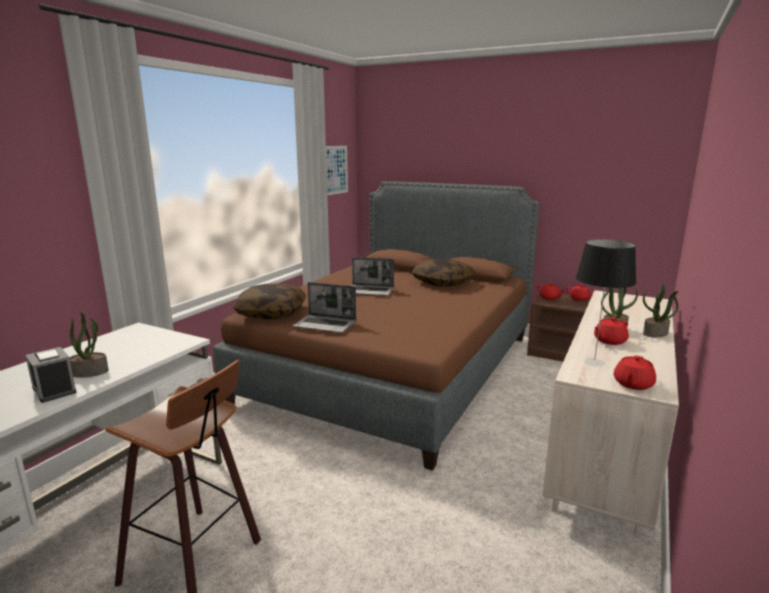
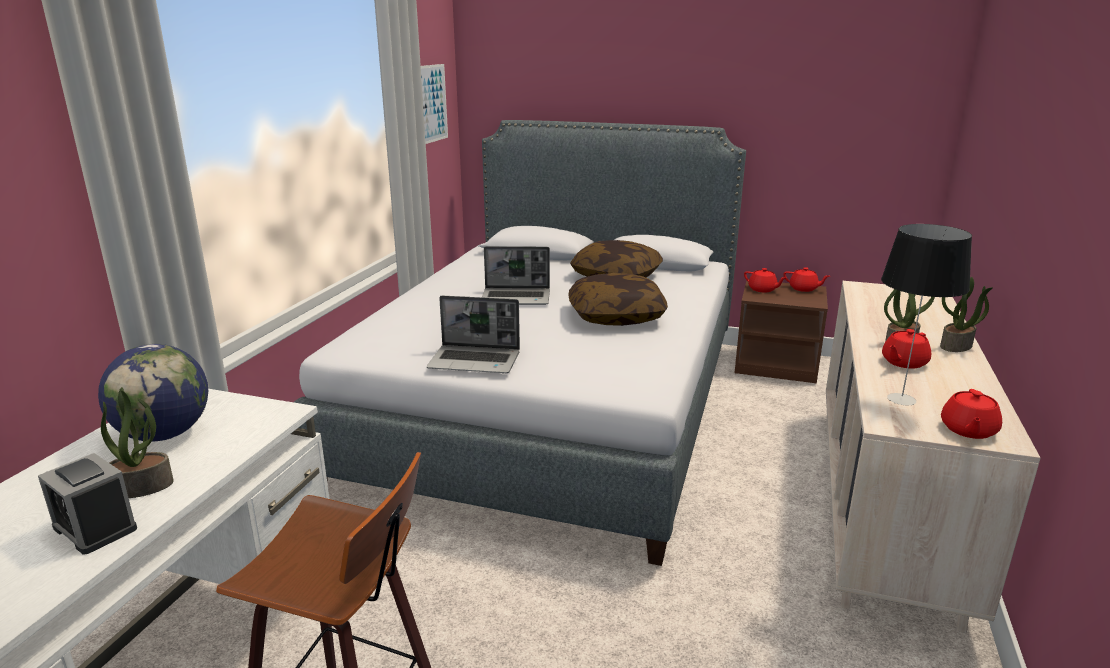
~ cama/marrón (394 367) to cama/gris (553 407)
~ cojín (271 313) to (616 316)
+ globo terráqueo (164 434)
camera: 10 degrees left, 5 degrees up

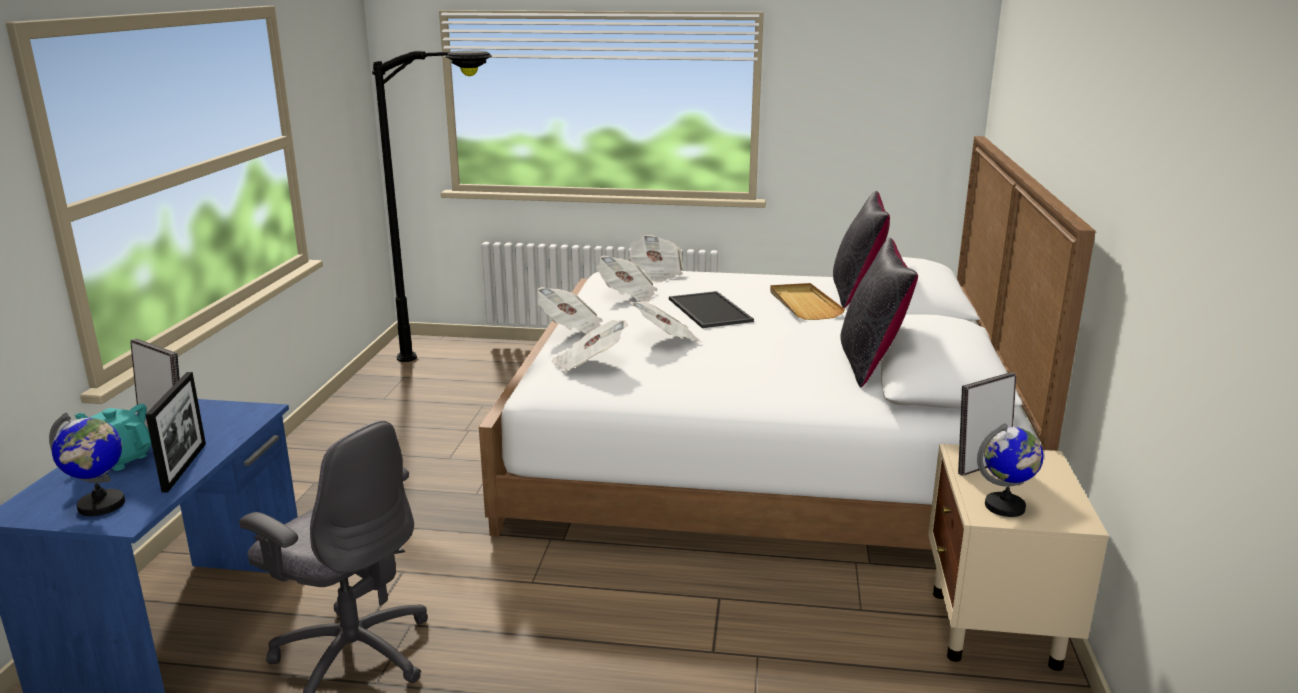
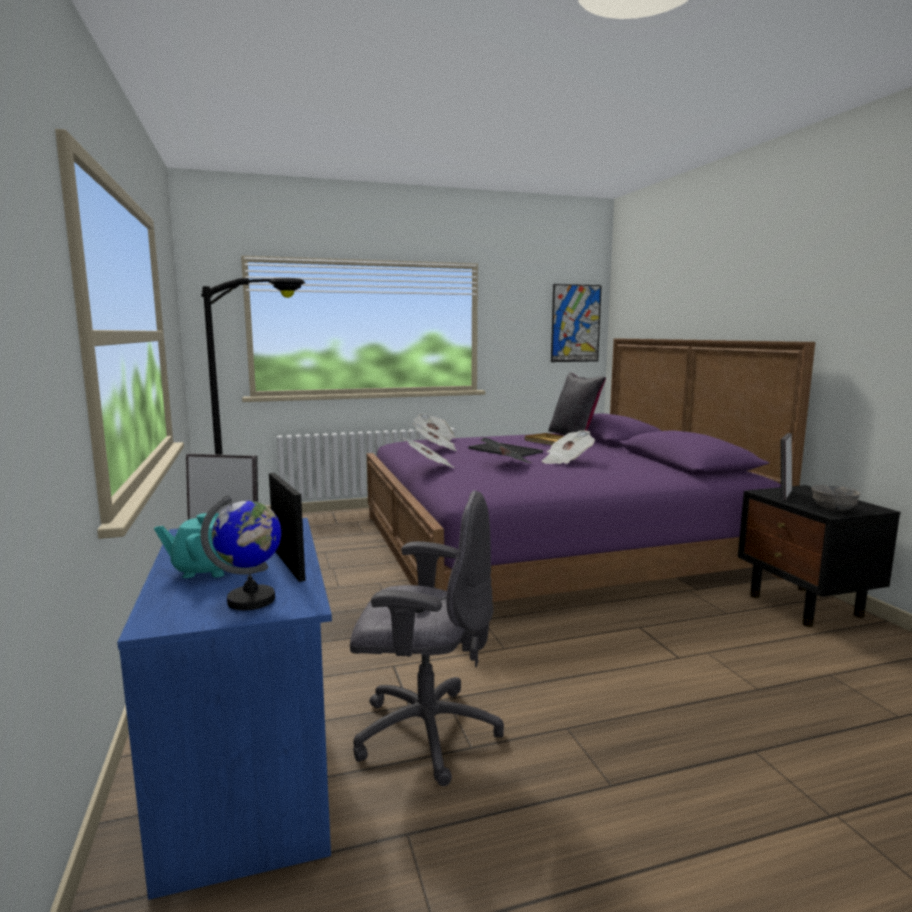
~ cama/blanco (760 445) to cama/morado (549 543)
- cojín/negro (871 362)
~ periódico (588 364) to (566 461)
~ globo terráqueo (1005 507) to cuenco/gris (832 509)
~ mesita de noche/beis (995 630) to mesita de noche/negro (806 606)
+ cuadro (575 323)
camera: 25 degrees left, 10 degrees down

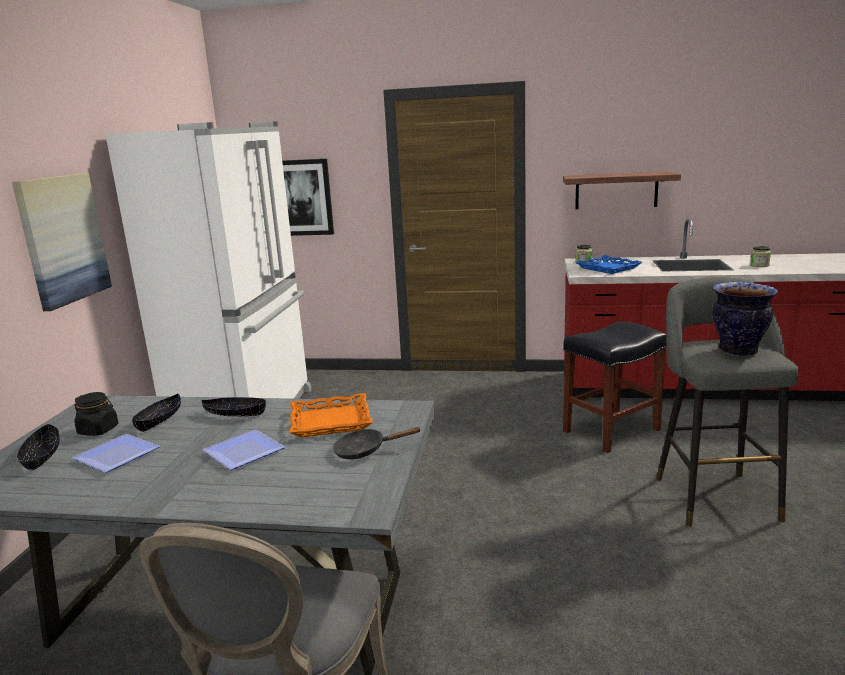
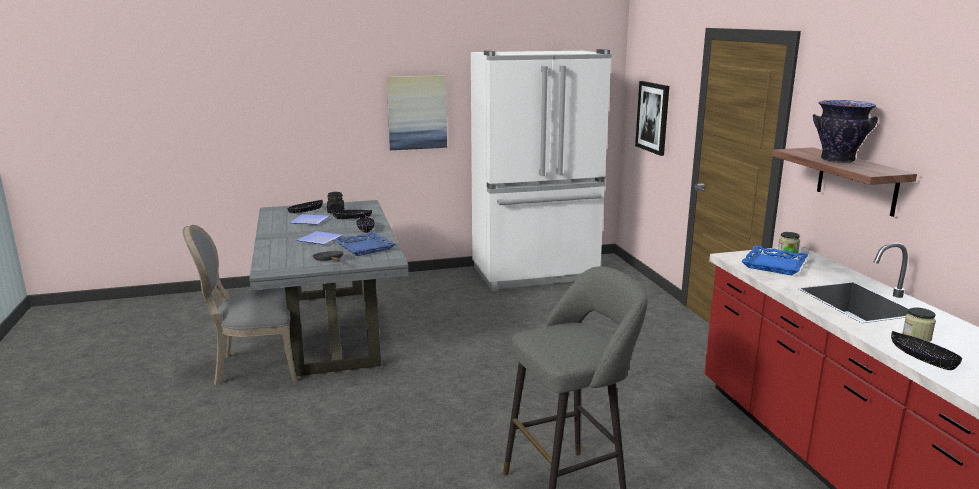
~ florero (738 351) to (837 160)
- taburete/negro (611 430)
~ bandeja/naranja (330 421) to bandeja/azul (364 248)
+ cuenco/negro (922 358)
camera: 65 degrees right, 0 degrees up

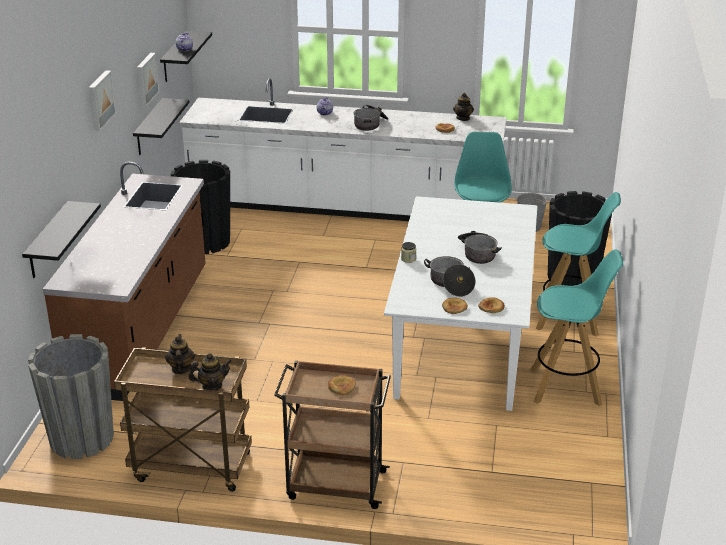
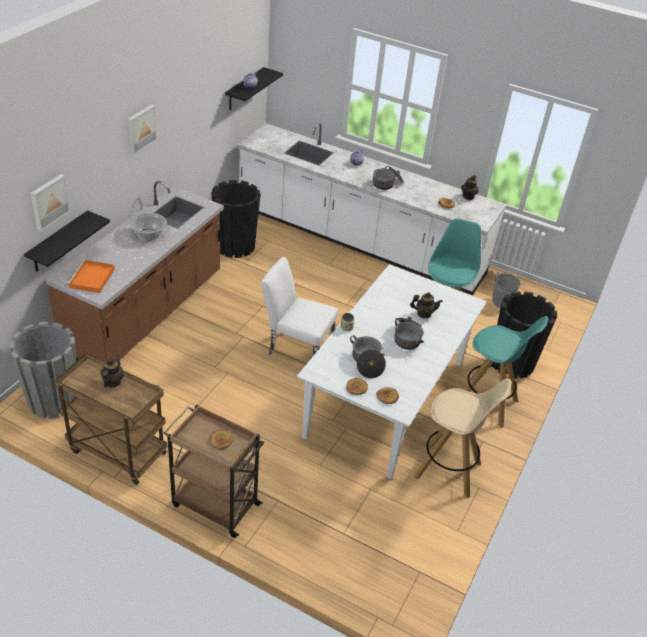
~ cuadro (145 79) to (49 201)
- estante/negro (149 127)
~ taburete/turquesa (566 387) to taburete/beis (448 470)
~ tetera (211 386) to (424 314)
+ olla (148 234)
+ silla/blanco (295 349)
+ bandeja/naranja (92 278)
camera: 15 degrees right, 10 degrees up

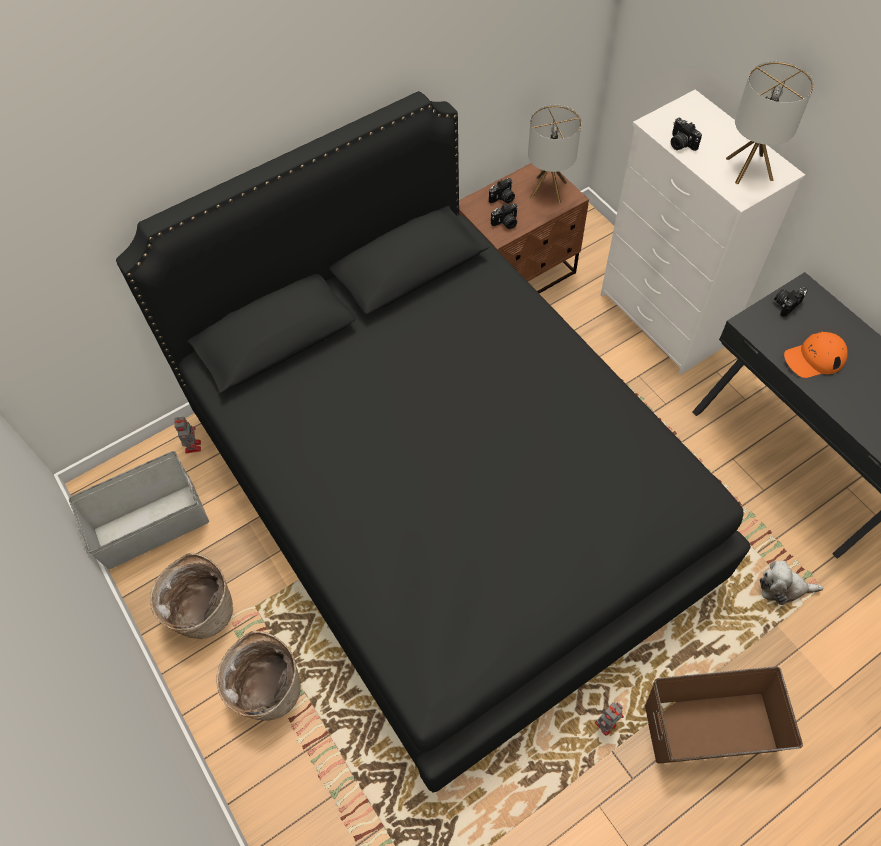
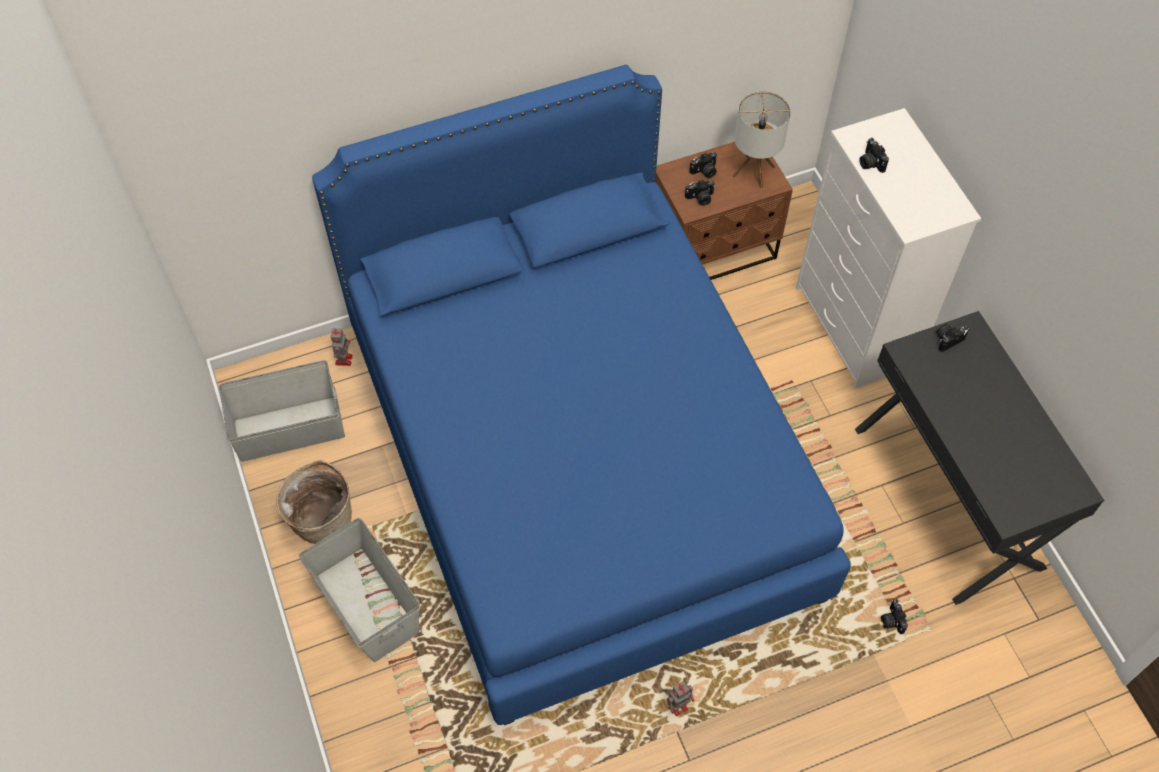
- lámpara de mesa (749 169)
~ cama/negro (443 495) to cama/azul (578 460)
- gorra/naranja (814 358)
~ peluche (783 587) to cámara (891 620)
~ cesta (267 688) to caja de almacenaje/gris (368 603)
- caja de almacenaje/marrón (709 727)
camera: 10 degrees right, 0 degrees up

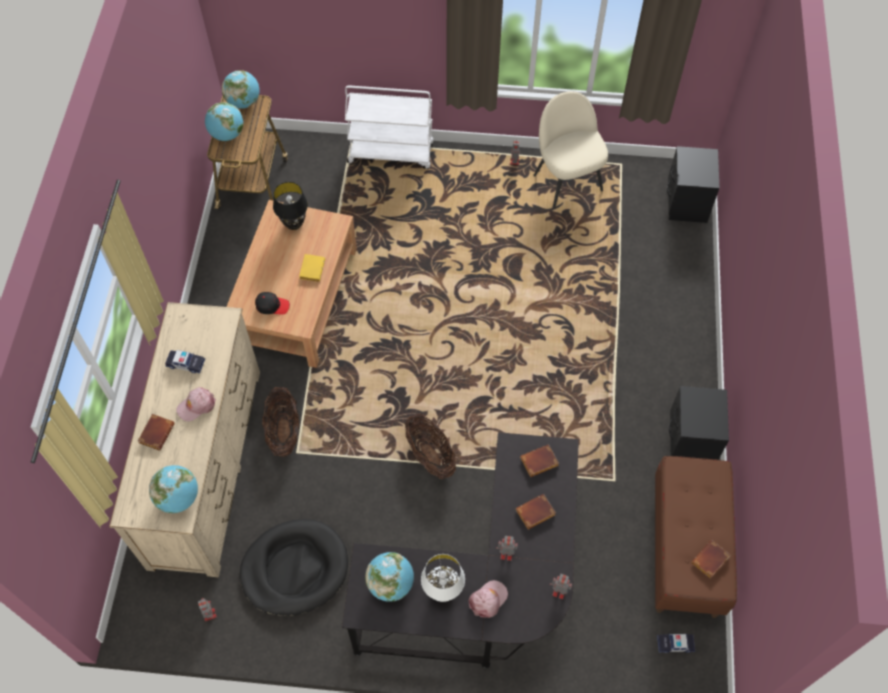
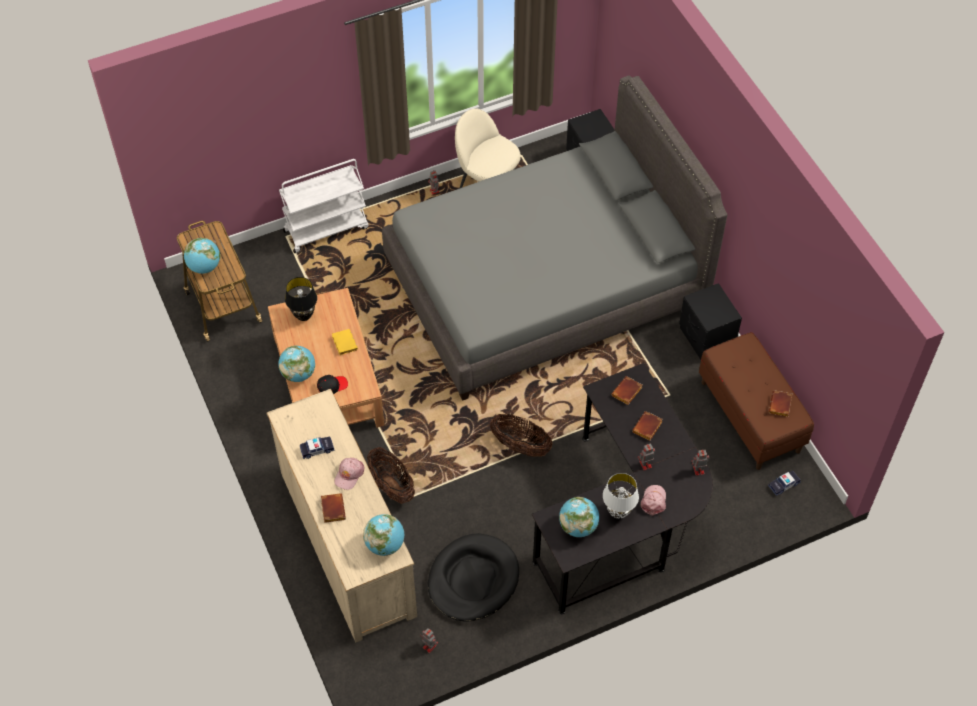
~ globo terráqueo (243 102) to (298 374)
+ cama/gris (544 284)
camera: 30 degrees left, 5 degrees down

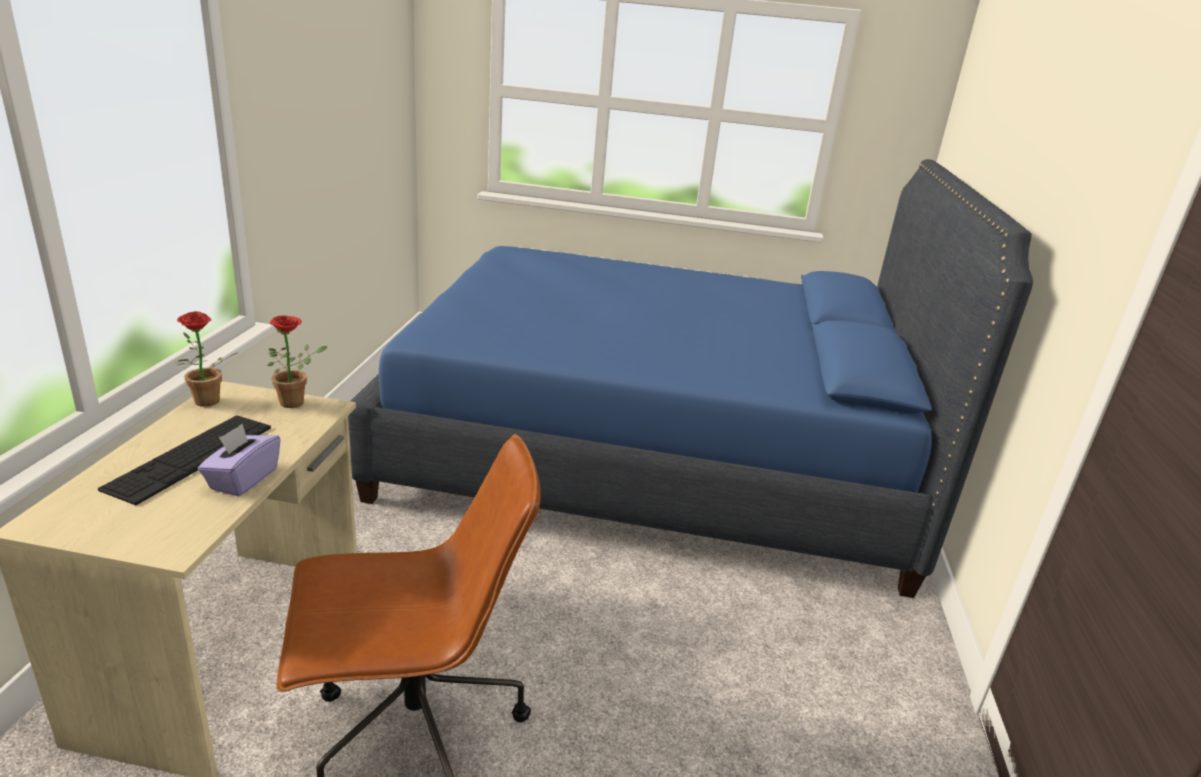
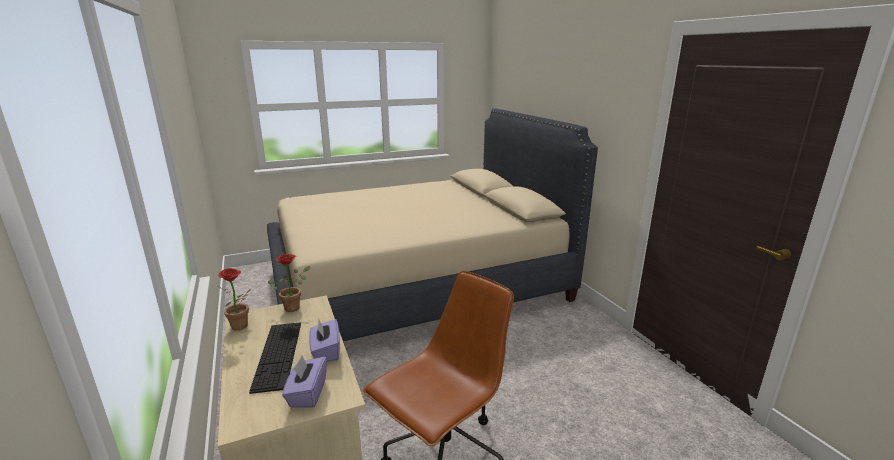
~ cama/azul (650 451) to cama/beis (417 284)
+ caja de pañuelos/morado (307 394)
camera: 30 degrees left, 5 degrees down

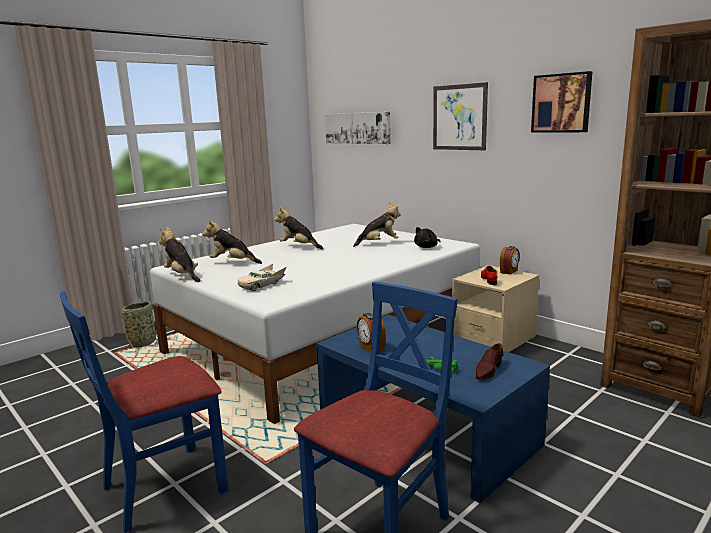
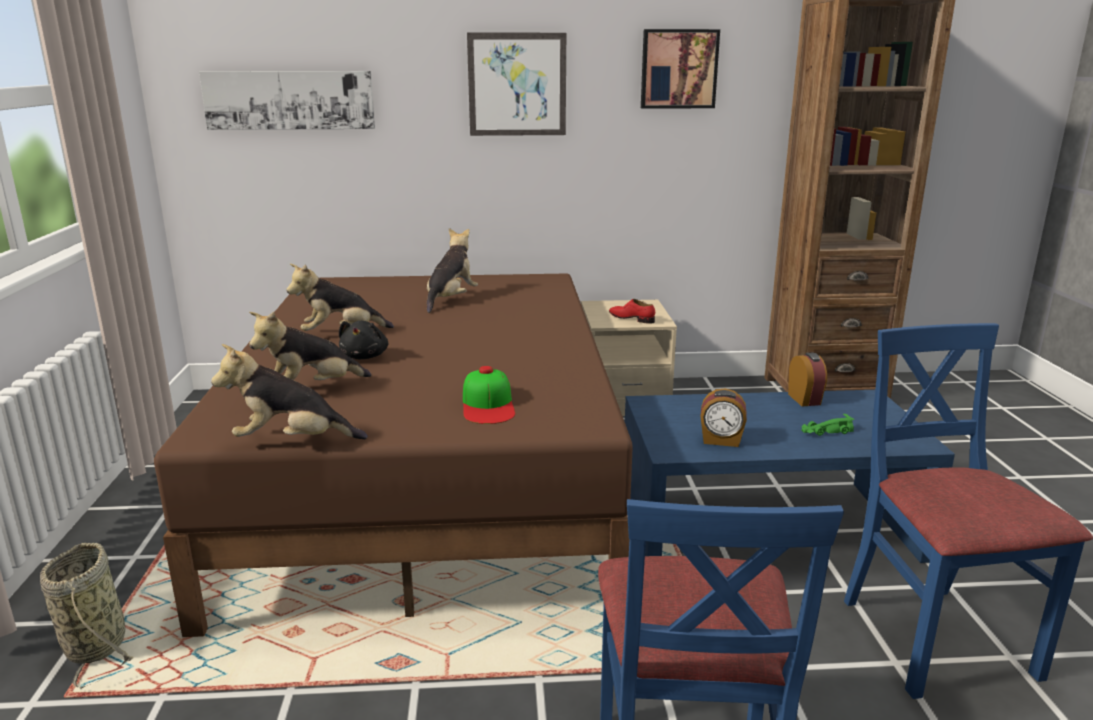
~ cama/blanco (327 337) to cama/marrón (432 476)
~ peluche/negro (427 247) to (365 356)
~ despertador (509 271) to (805 399)
~ coche de juguete/beis (262 284) to gorra (488 405)
- zapato/marrón (488 370)
camera: 50 degrees left, 5 degrees up

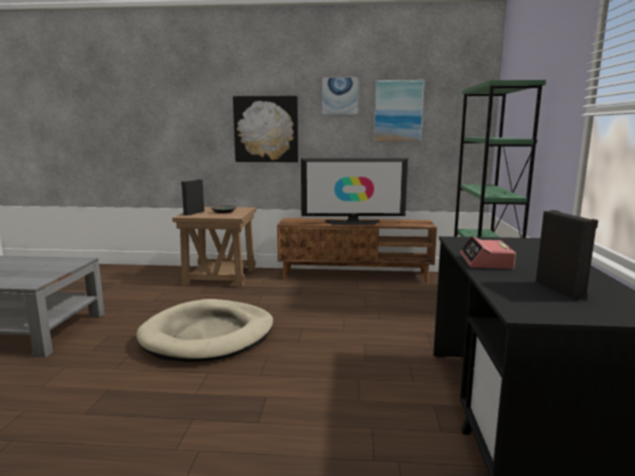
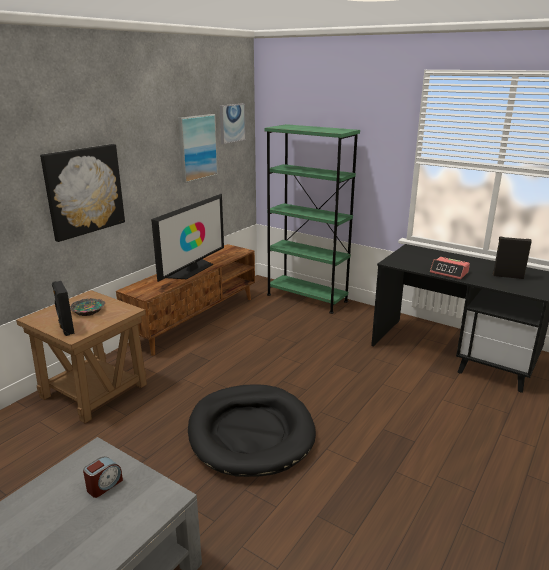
~ cuadro (340 96) to (232 123)
~ cama para perro/beis (208 335) to cama para perro/negro (250 432)
+ despertador (104 485)
camera: 60 degrees left, 10 degrees up

